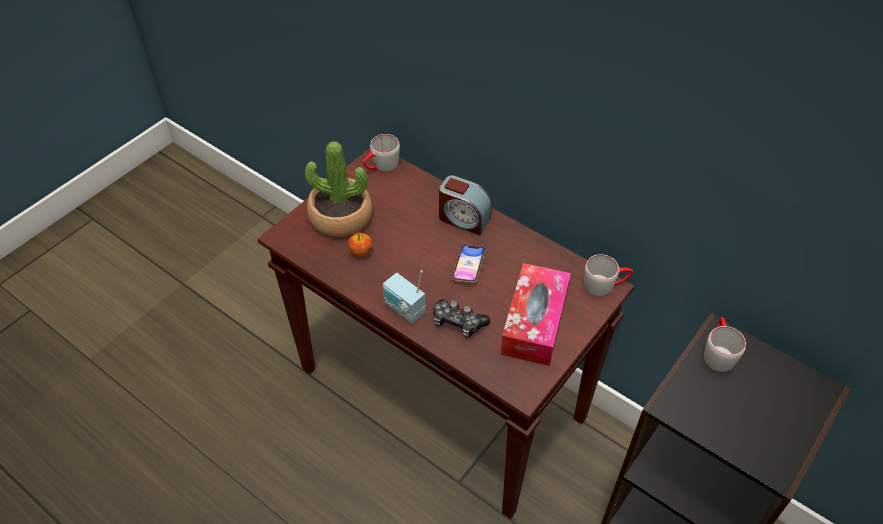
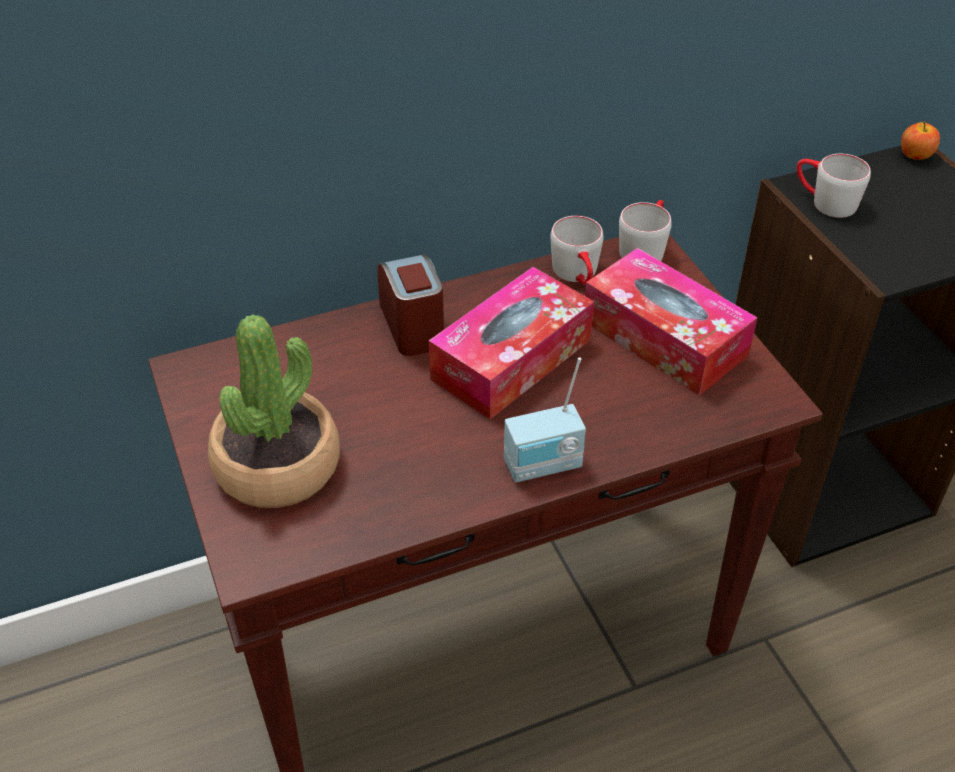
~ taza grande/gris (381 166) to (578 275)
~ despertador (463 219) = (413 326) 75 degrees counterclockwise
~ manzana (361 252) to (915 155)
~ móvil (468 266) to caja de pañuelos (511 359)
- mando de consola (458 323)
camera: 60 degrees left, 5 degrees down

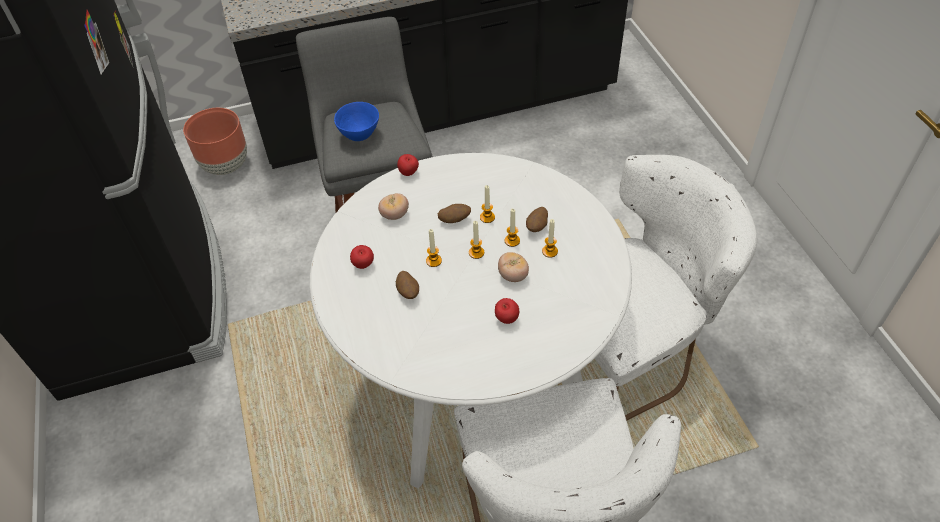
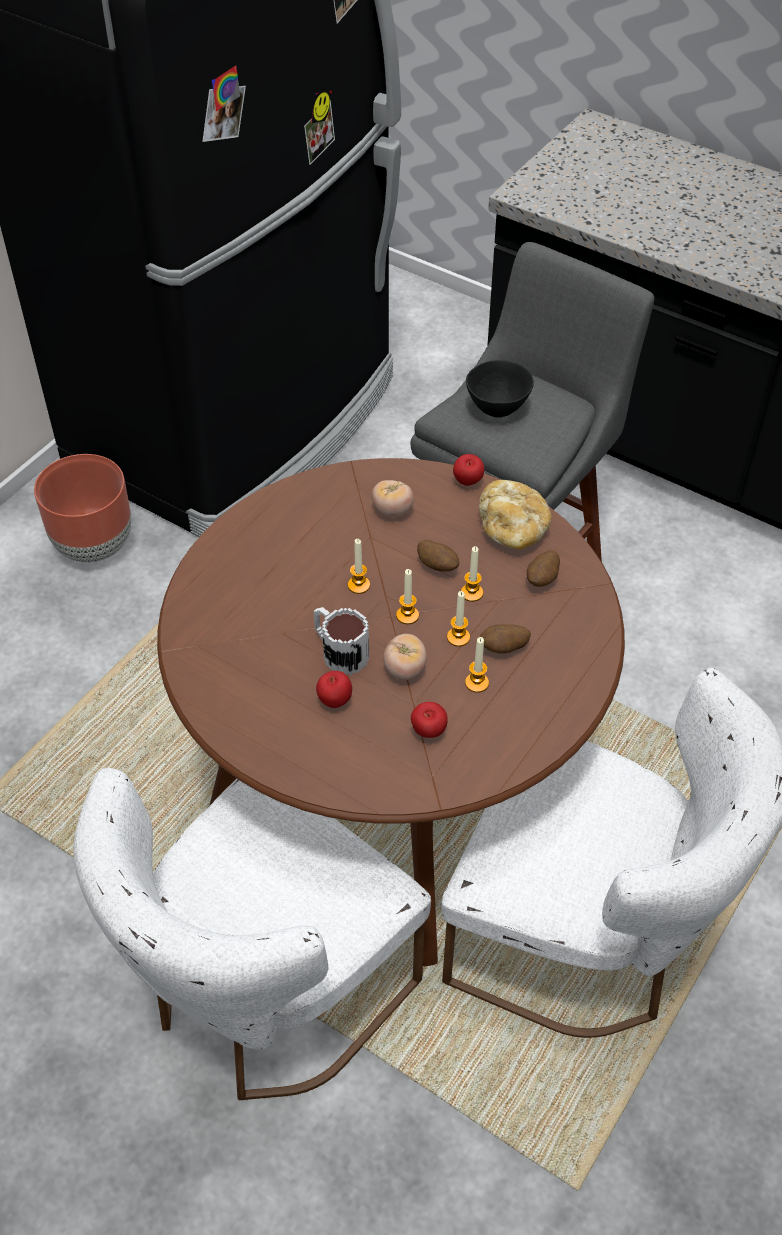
~ cuenco/azul (360 136) to cuenco/negro (497 410)
~ maceta/marrón (226 166) to (94 546)
~ mesa de comedor/blanco (475 381) to mesa de comedor/marrón (390 797)
~ manzana (363 265) to (428 732)
~ patata (408 292) to (542 579)
+ pan (512 529)
+ taza grande (339 651)
camera: 50 degrees right, 0 degrees up

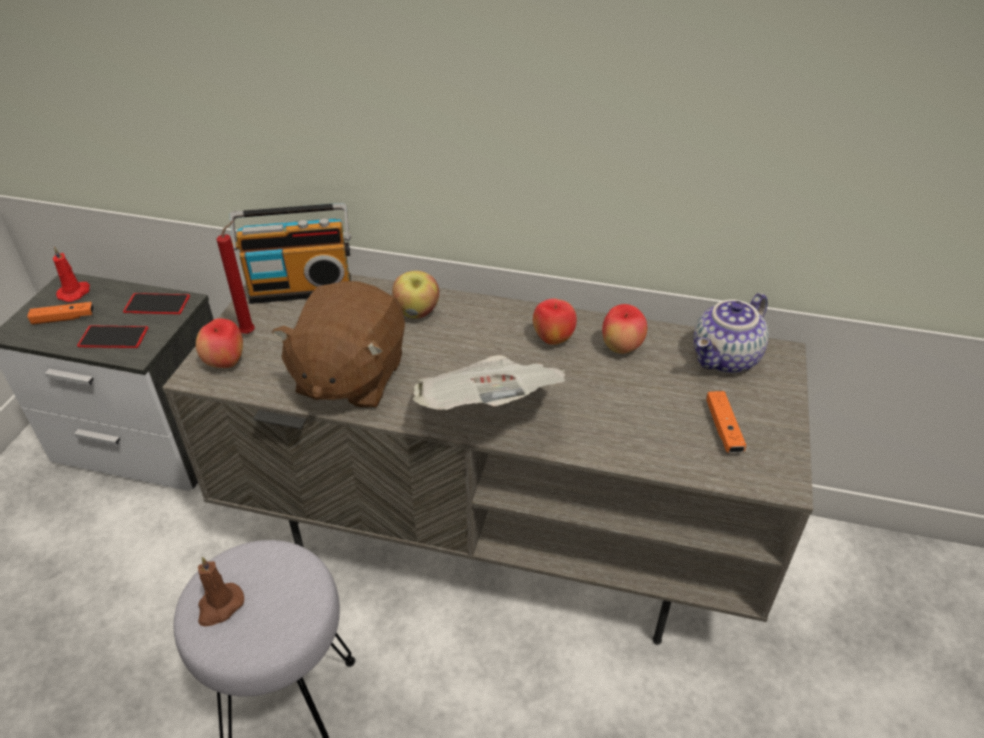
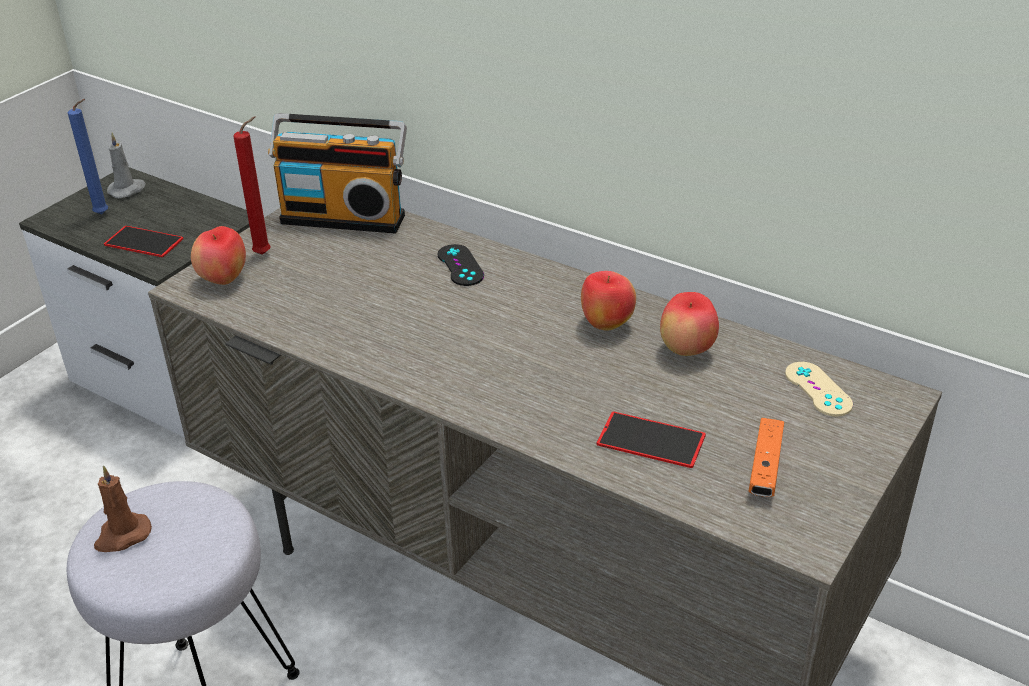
~ vela/rojo (75 293) to vela/gris (127 190)
~ manzana (417 312) to mando de consola/negro (460 265)
- peluche/marrón (350 377)
~ móvil (157 304) to (651 440)
~ tetera (726 359) to mando de consola/beis (818 389)
~ mando de consola/naranja (64 318) to vela/azul (104 214)
- periódico (487 410)
camera: 20 degrees right, 5 degrees down

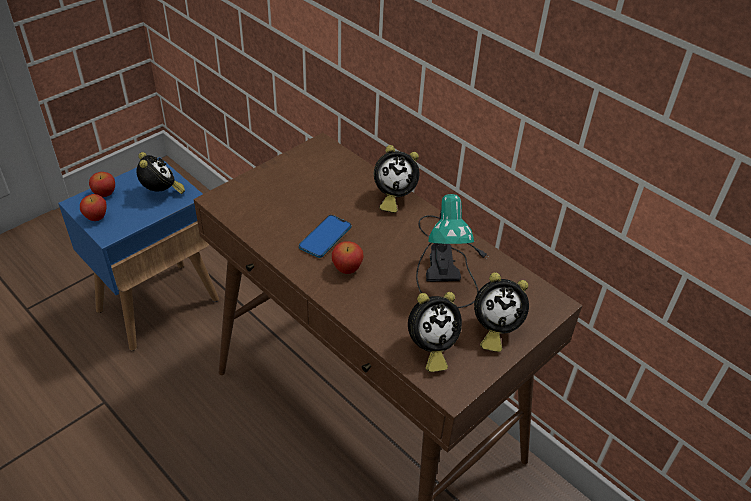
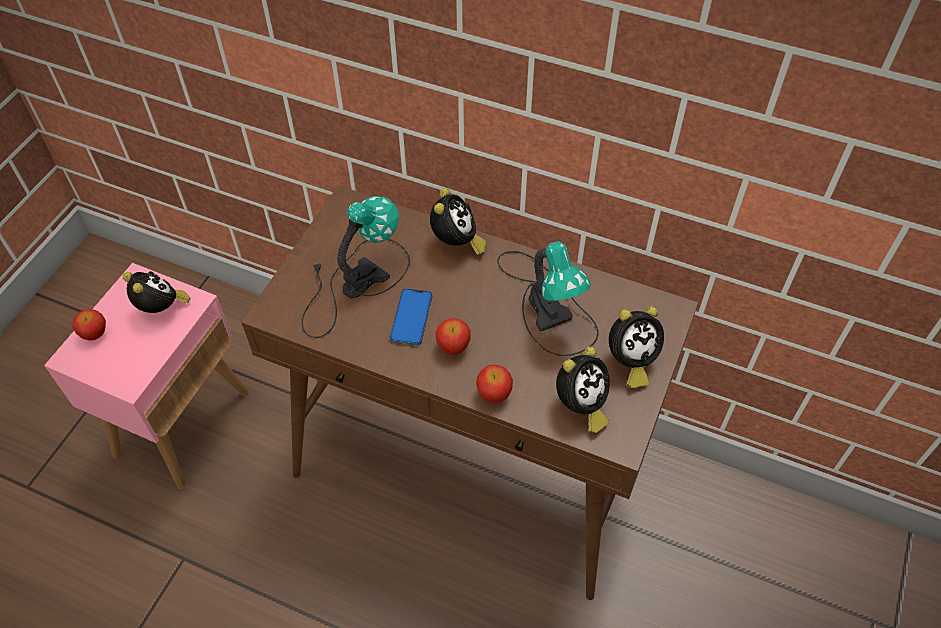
~ despertador (392 198) = (456 243) 60 degrees counterclockwise
~ mesa auxiliar/azul (159 304) to mesa auxiliar/rosa (183 422)
~ manzana (96 217) to (494 393)
+ lámpara de mesa (354 281)
camera: 20 degrees left, 10 degrees up

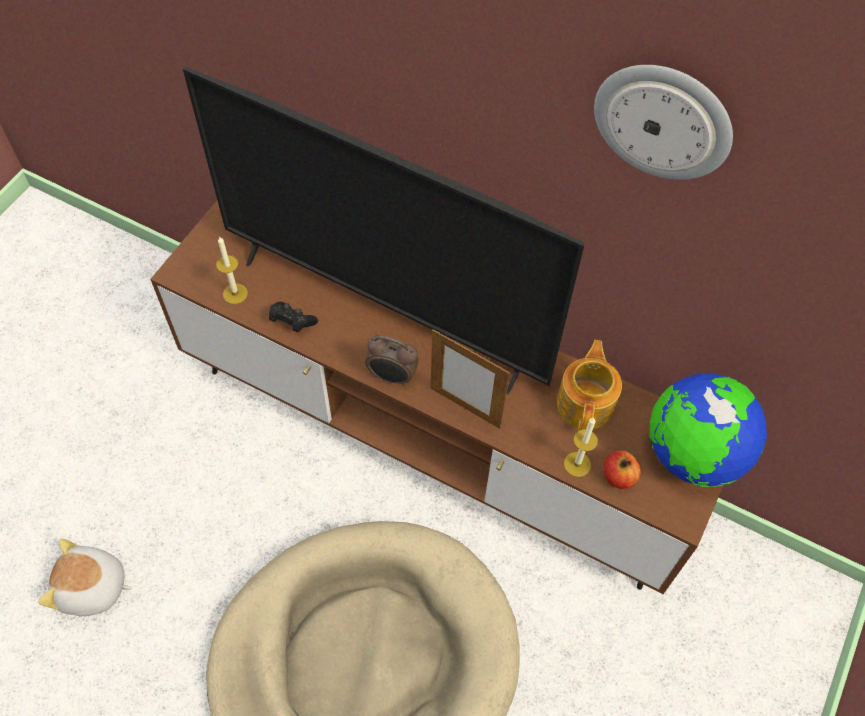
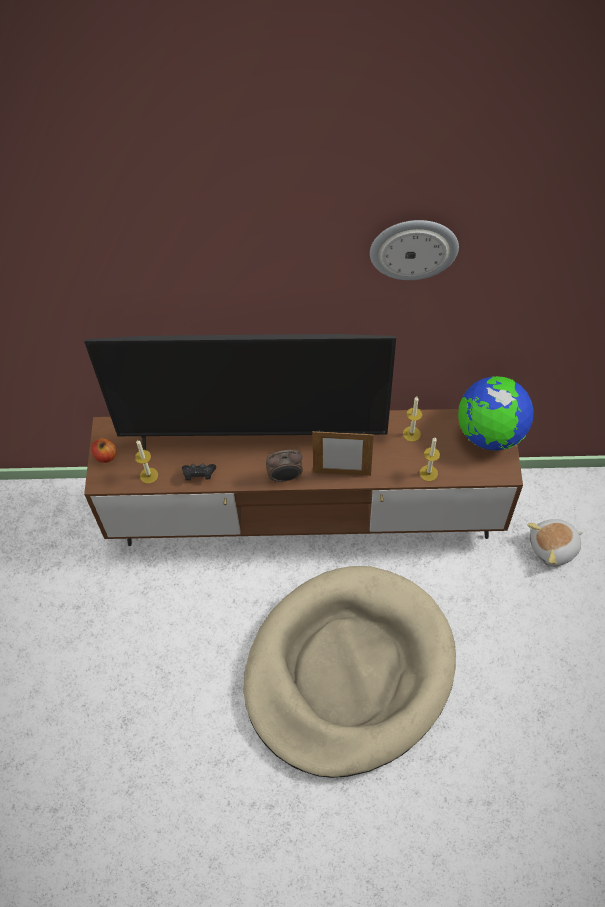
~ tetera (586 402) to vela (411 434)
~ manzana (618 476) to (106 456)
~ peluche (92 588) to (553 548)
camera: 25 degrees left, 0 degrees up

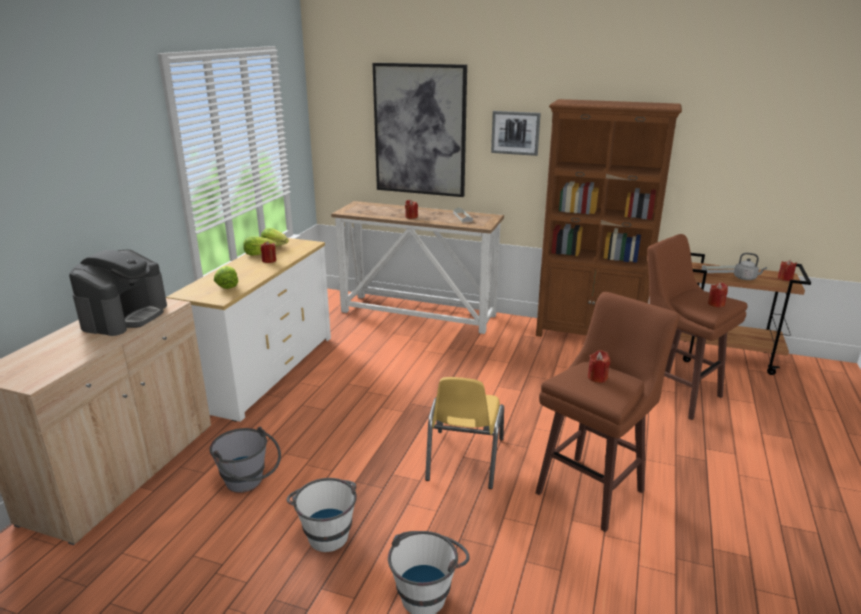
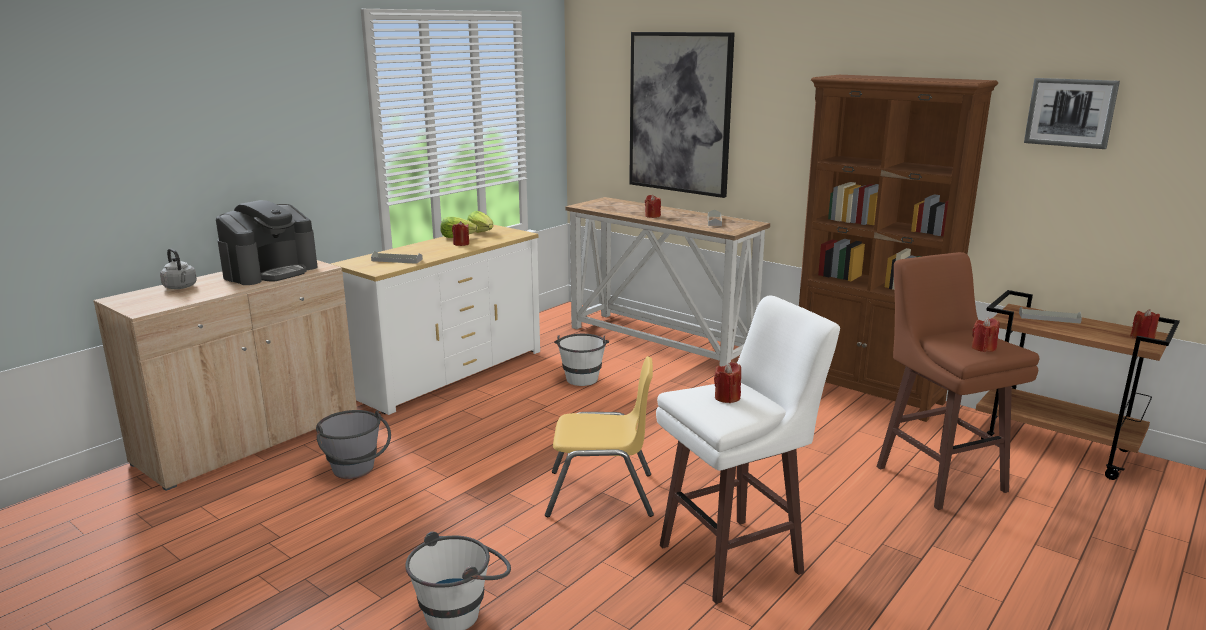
~ cuadro (515 133) to (1070 112)
~ hervidor/gris (746 278) to (181 287)
~ lechuga (227 285) to bandeja/gris (397 260)
~ taburete/marrón (592 491) to taburete/blanco (734 558)
~ silla/amarillo (464 459) = (601 494) 120 degrees counterclockwise
~ cubo/blanco (326 531) to (582 376)
camera: 20 degrees right, 5 degrees down

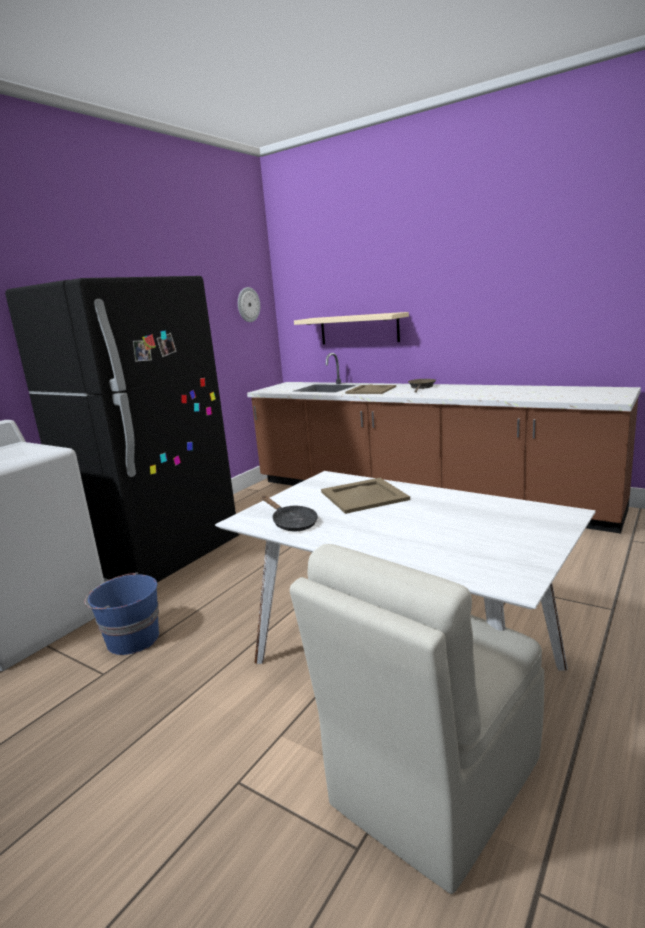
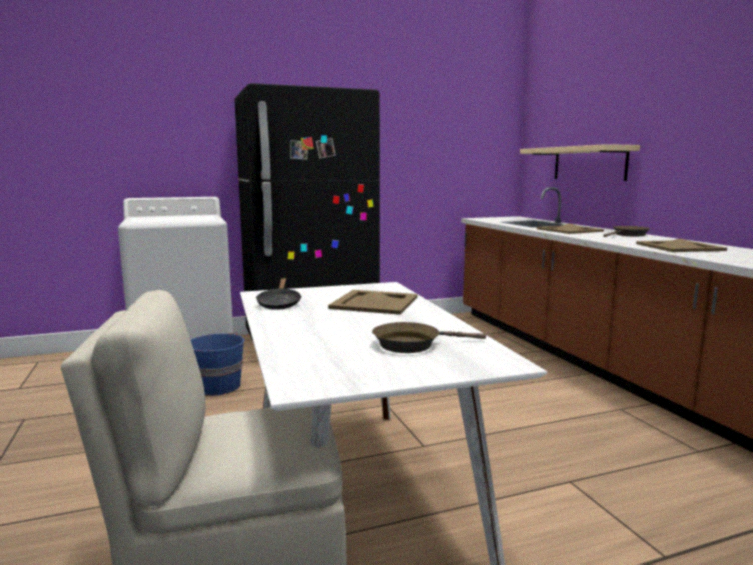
- reloj de pared (248 304)
+ bandeja/beis (678 247)
+ sartén/marrón (412 344)
camera: 35 degrees right, 5 degrees down

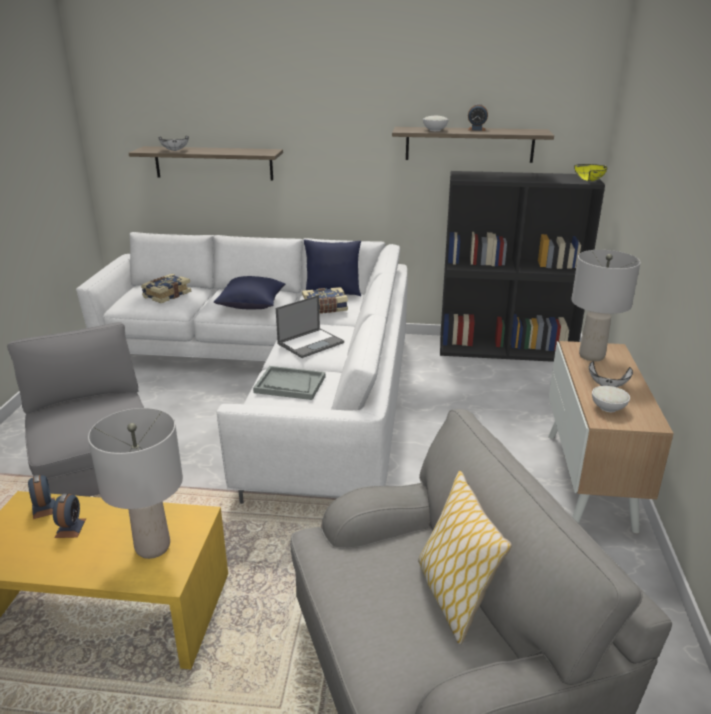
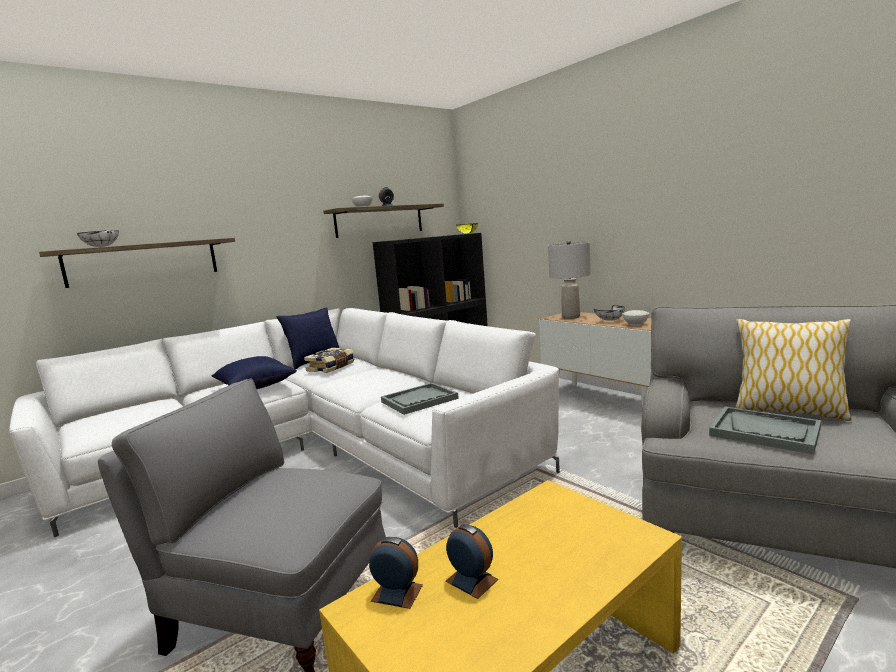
- libro (166 295)
- portátil (311 343)
- lámpara de mesa/gris (152 547)
+ bandeja/gris (765 432)
camera: 45 degrees left, 15 degrees down

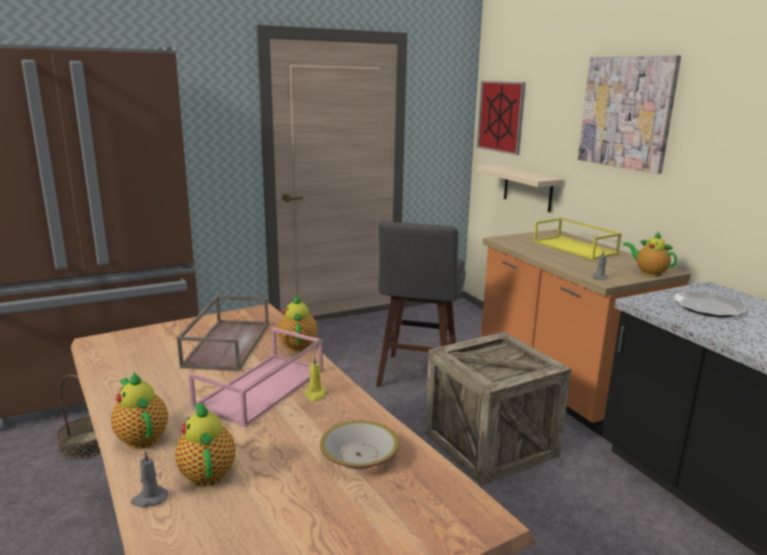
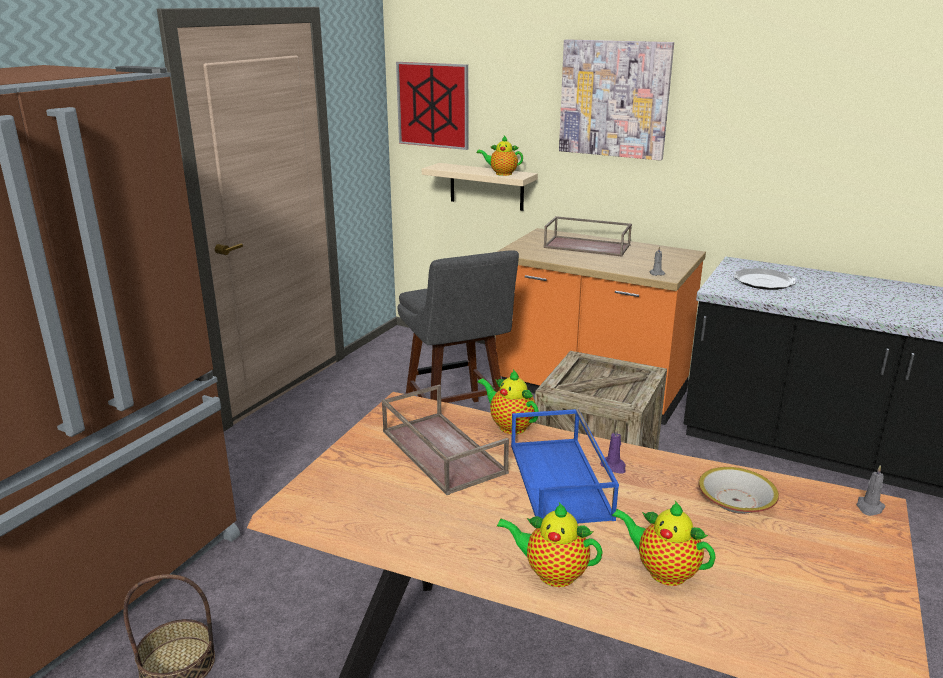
~ bandeja/amarillo (575 248) to bandeja/marrón (588 246)
~ tetera (648 273) to (501 174)
~ bandeja/rosa (261 389) to bandeja/azul (561 481)
~ vela/amarillo (315 395) to vela/morado (614 466)
~ vela/gris (149 499) to (869 507)
camera: 35 degrees left, 5 degrees up

